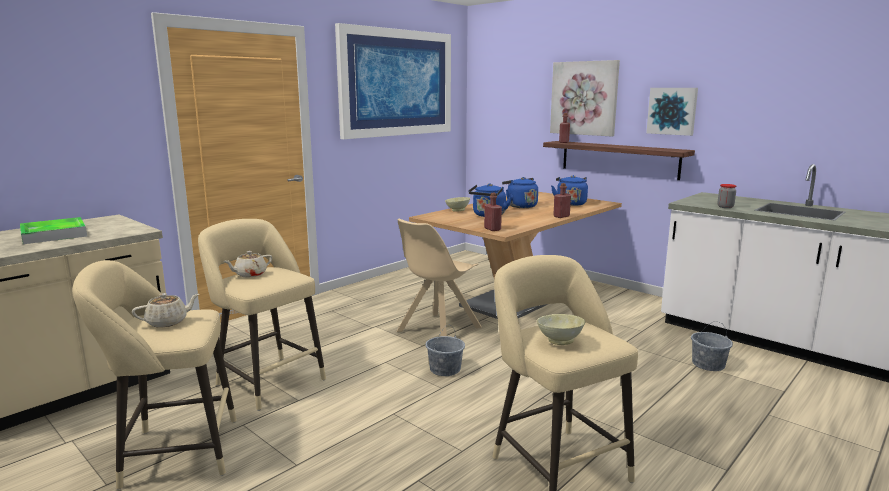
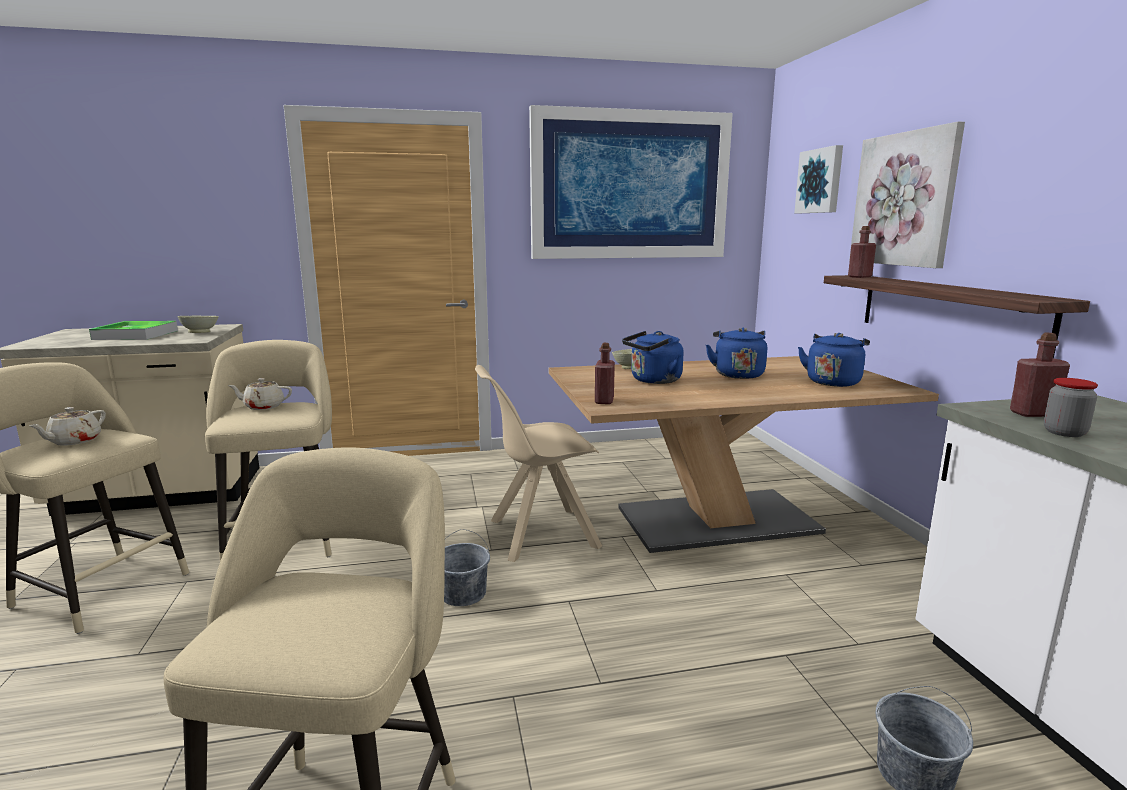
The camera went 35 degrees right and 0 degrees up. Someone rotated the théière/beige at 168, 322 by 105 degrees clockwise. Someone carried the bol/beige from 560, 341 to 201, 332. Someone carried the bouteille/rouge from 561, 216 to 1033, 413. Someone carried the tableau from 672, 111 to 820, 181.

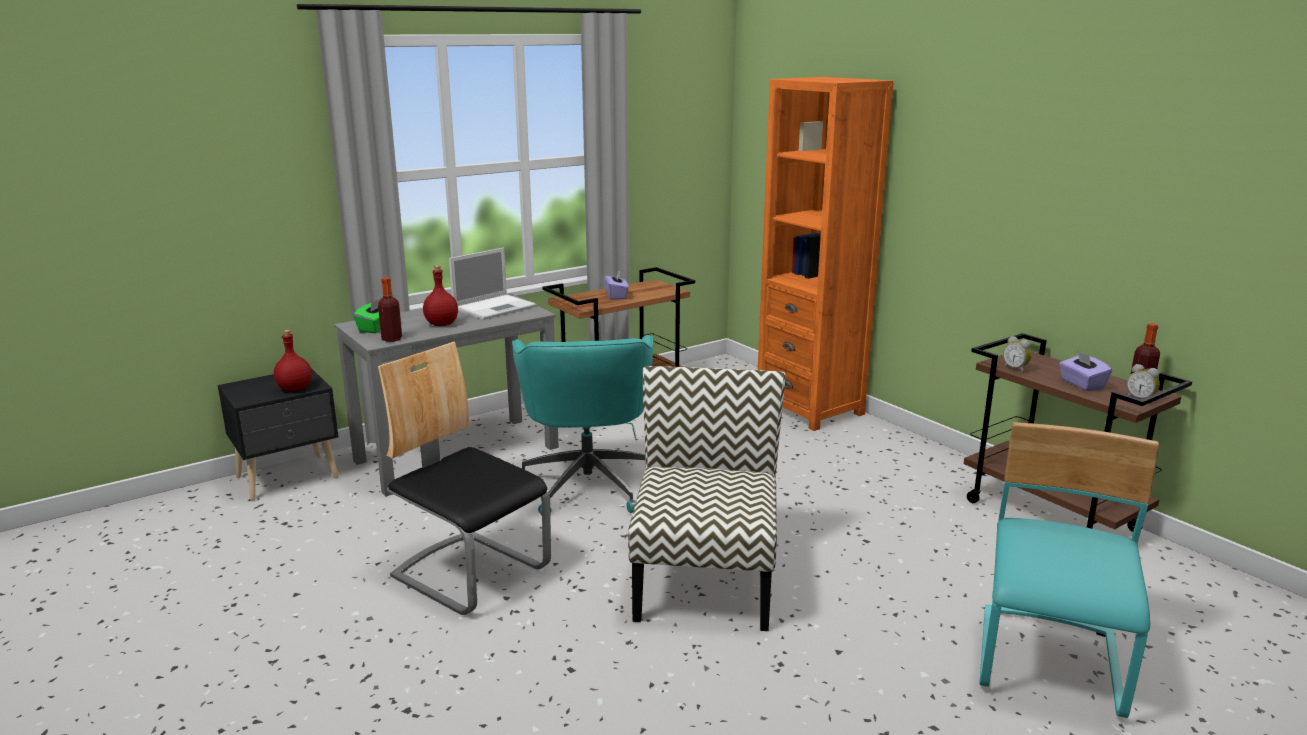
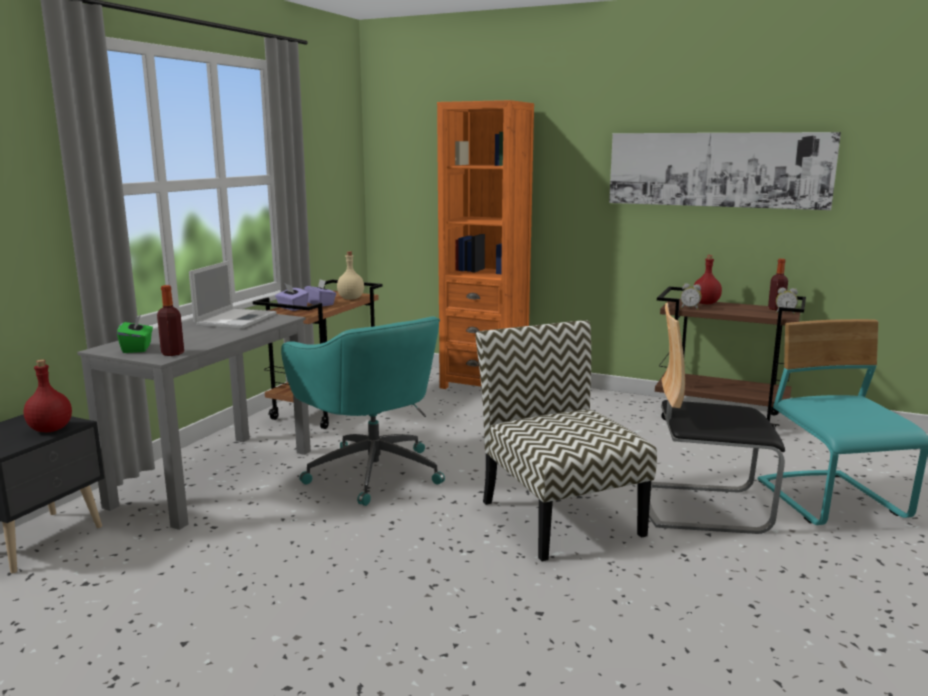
The camera went 30 degrees left and 5 degrees down. Someone carried the chaise from 471, 572 to 704, 507. Someone carried the bouteille/rouge from 442, 324 to 706, 303. Someone carried the boîte à mouchoirs/violet from 1081, 384 to 292, 308. Someone put down the bouteille/beige at 350, 298. Someone put up the tableau at 717, 169.

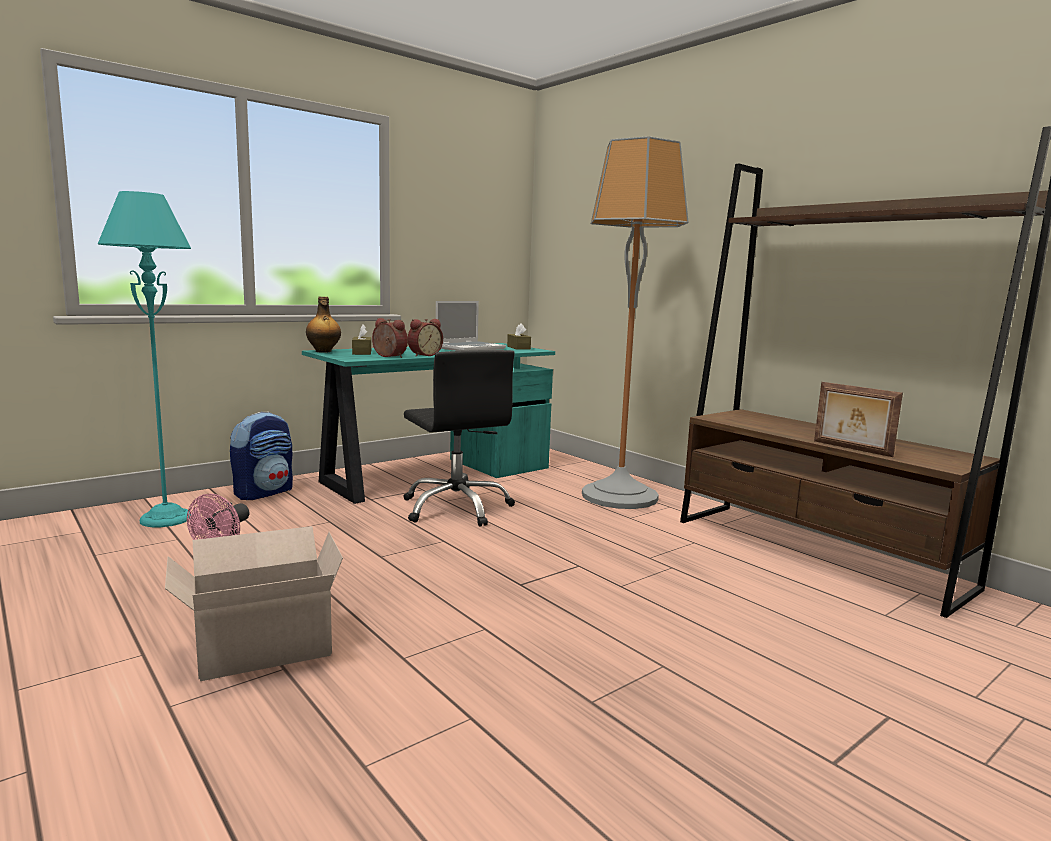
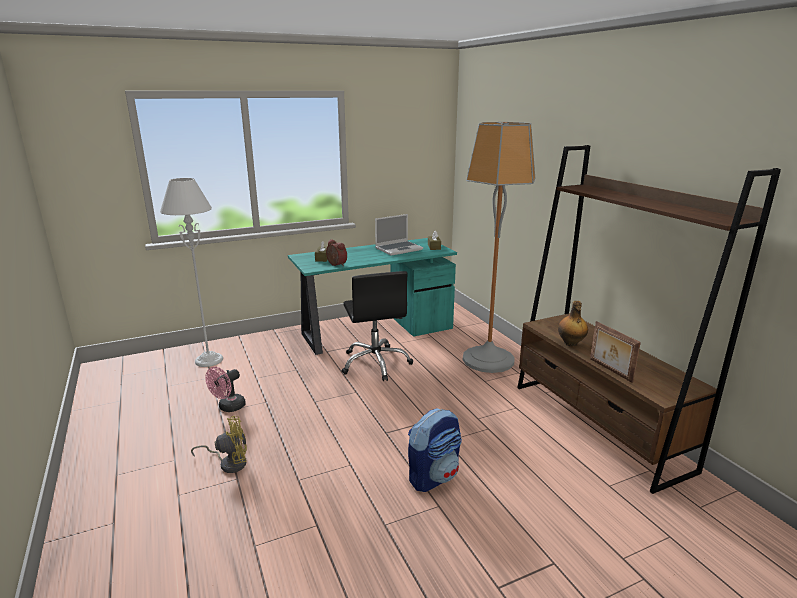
The camera went 15 degrees right and 10 degrees up. Someone repainted the lampadaire/turquoise at 166, 519, which became the lampadaire/gris at 209, 360. Someone swapped the carton at 259, 647 for the ventilateur/jaune at 229, 463. Someone carried the sac à dos from 264, 492 to 434, 476. Someone carried the bouteille from 323, 351 to 570, 343. Someone took away the réveil at 424, 355.

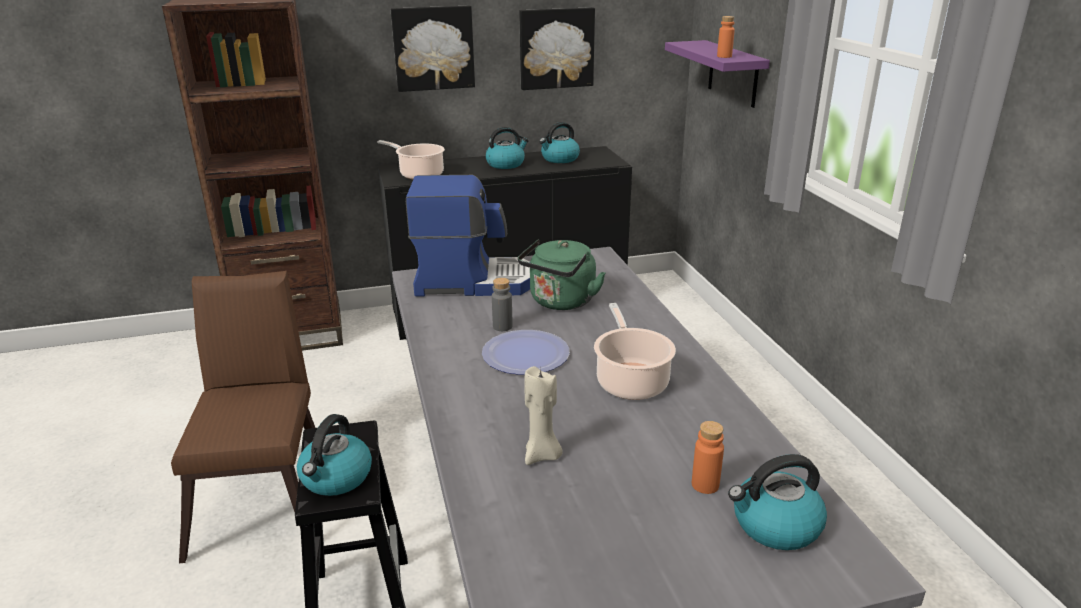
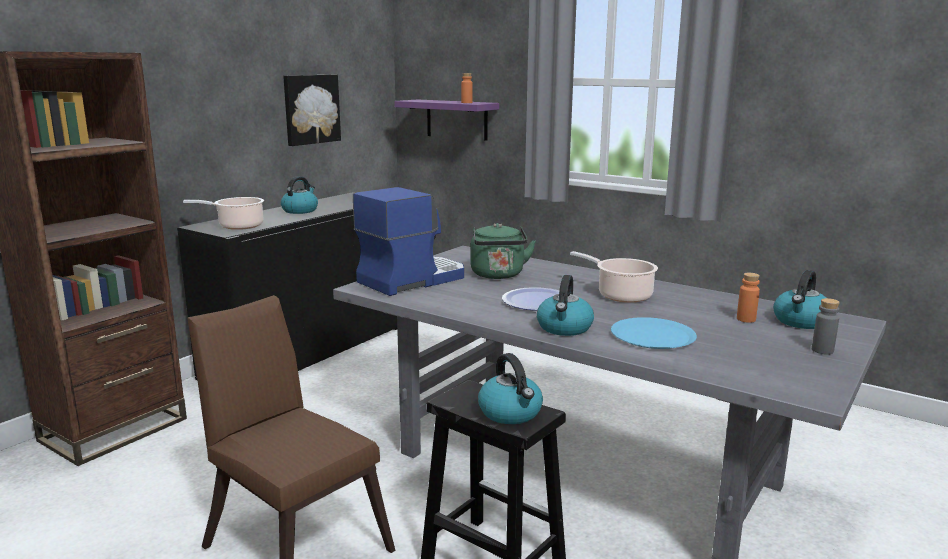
The camera went 40 degrees left and 10 degrees down. Someone took away the tableau at 433, 48. Someone carried the bouteille/gris from 502, 326 to 822, 350. Someone swapped the bougie/beige at 542, 455 for the assiette/bleu at 652, 335. Someone carried the bouilloire from 559, 159 to 564, 328.

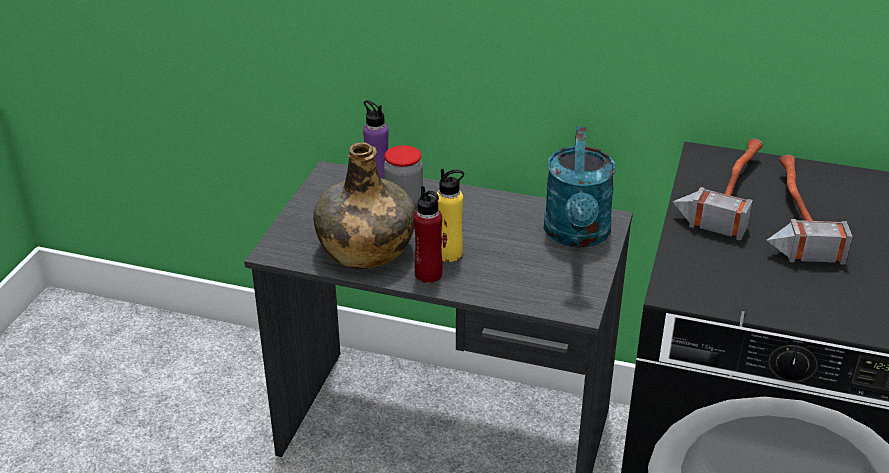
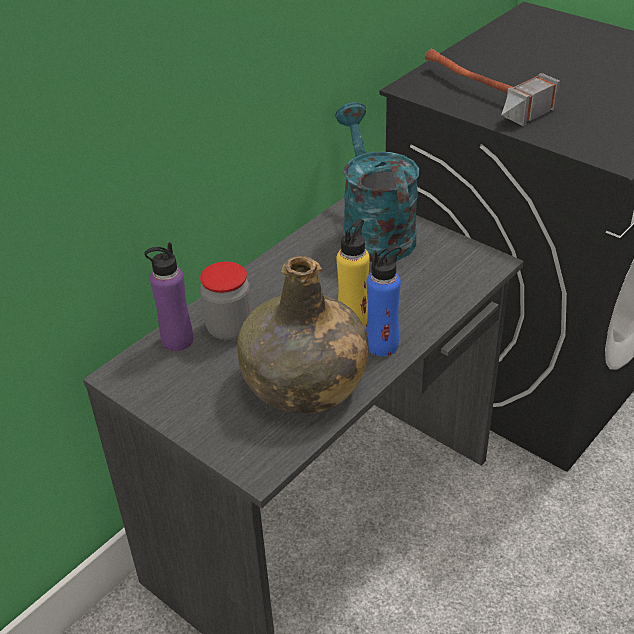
The camera went 65 degrees left and 5 degrees up. Someone repainted the bouteille/rouge at 428, 274, which became the bouteille/bleu at 382, 345. Someone rotated the arrosoir/turquoise at 577, 235 by 135 degrees counterclockwise. Someone took away the marteau at 789, 215.

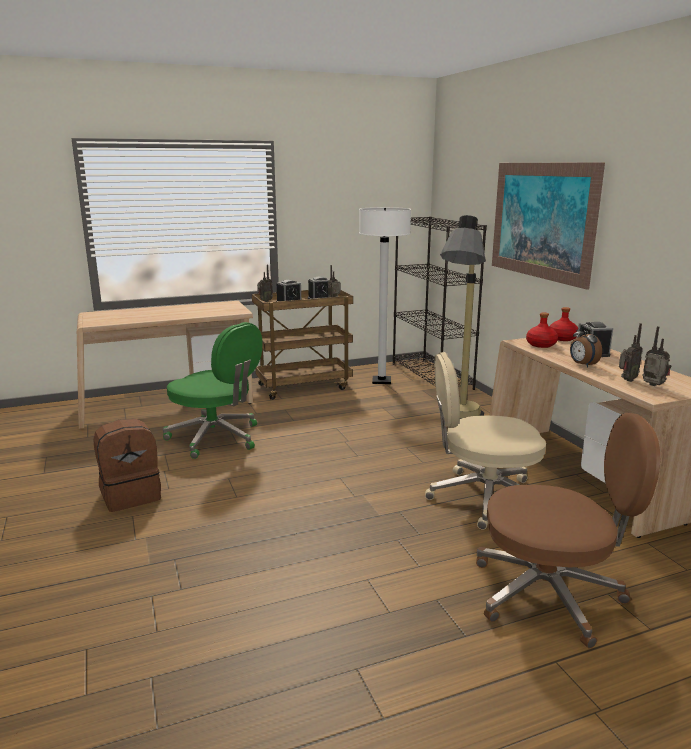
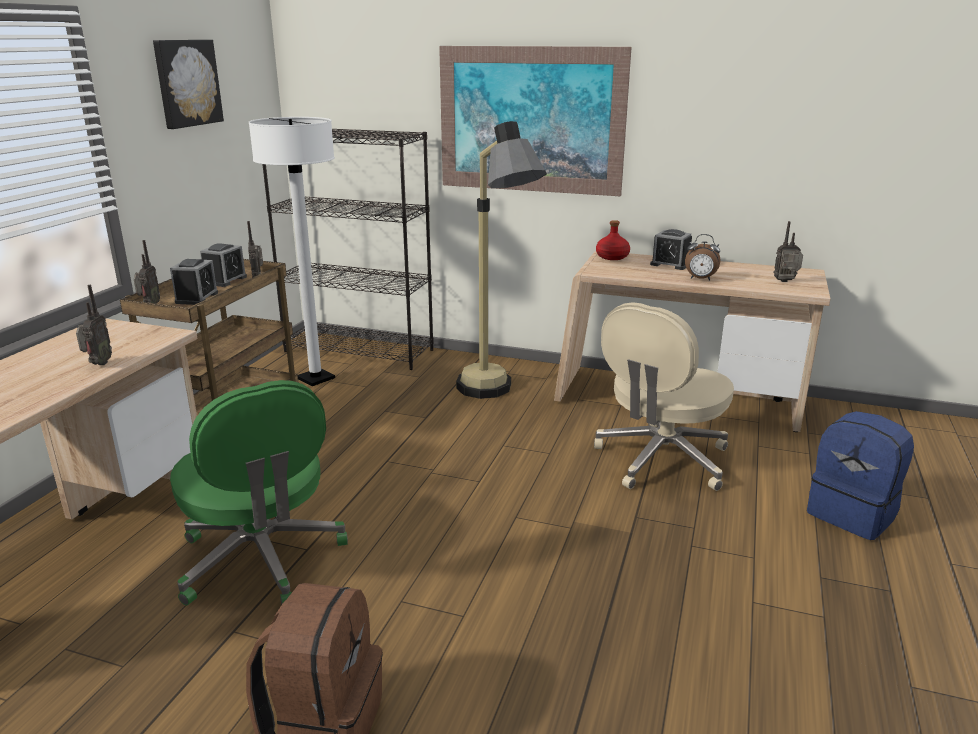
The camera went 50 degrees left and 5 degrees up. Someone rotated the chaise de bureau/vert at 216, 438 by 75 degrees clockwise. Someone swapped the chaise de bureau/marron at 550, 594 for the sac à dos/bleu at 853, 514. Someone took away the bouteille/rouge at 541, 345. Someone carried the radio from 626, 380 to 98, 364. Someone put up the tableau at 186, 83.

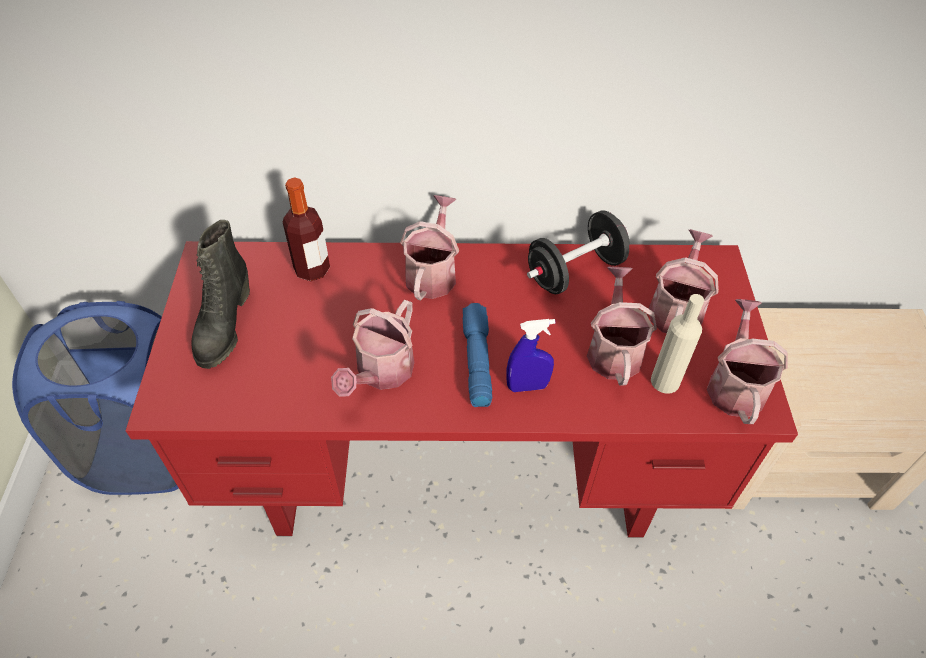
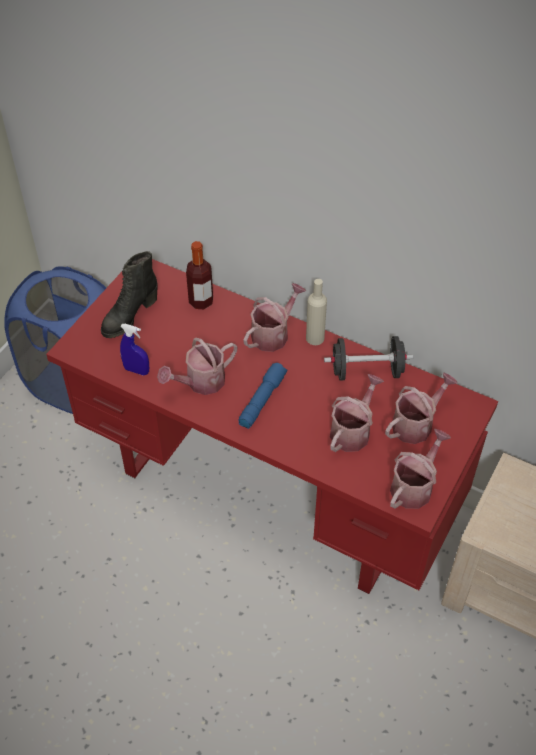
The camera went 30 degrees right and 0 degrees up. Someone carried the vaporisateur/bleu from 527, 386 to 137, 370. Someone carried the bouteille/beige from 665, 381 to 315, 338.

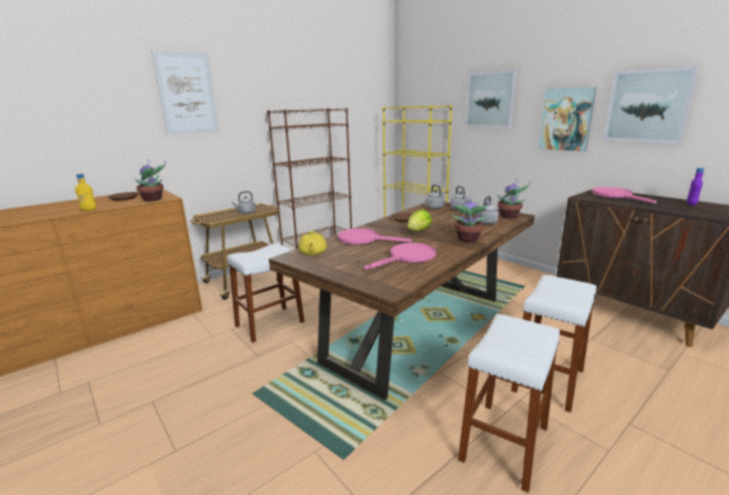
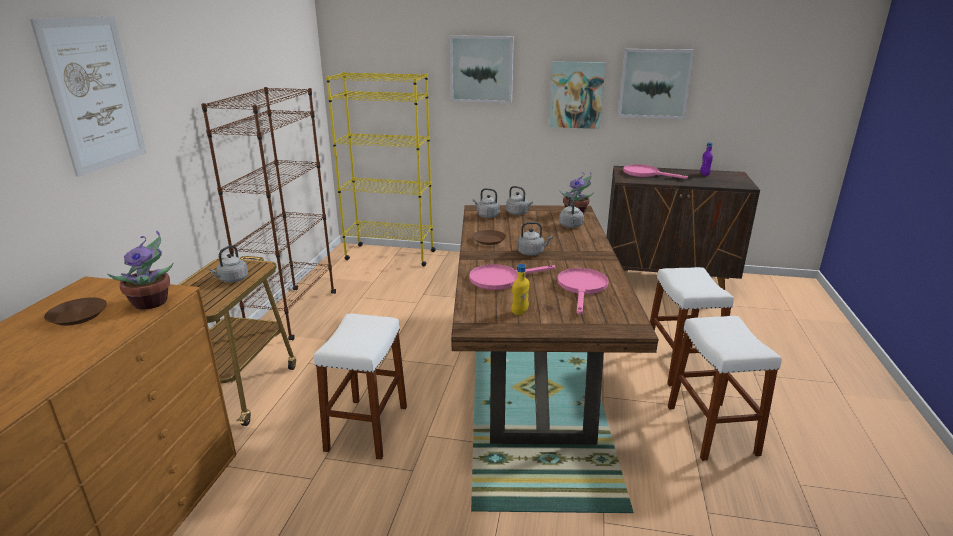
The camera went 40 degrees left and 5 degrees up. Someone carried the bouteille/jaune from 89, 210 to 519, 312. Someone took away the théière/jaune at 312, 252. Someone swapped the laitue at 419, 231 for the bouilloire/gris at 532, 252. Someone took away the plante en pot at 467, 240.

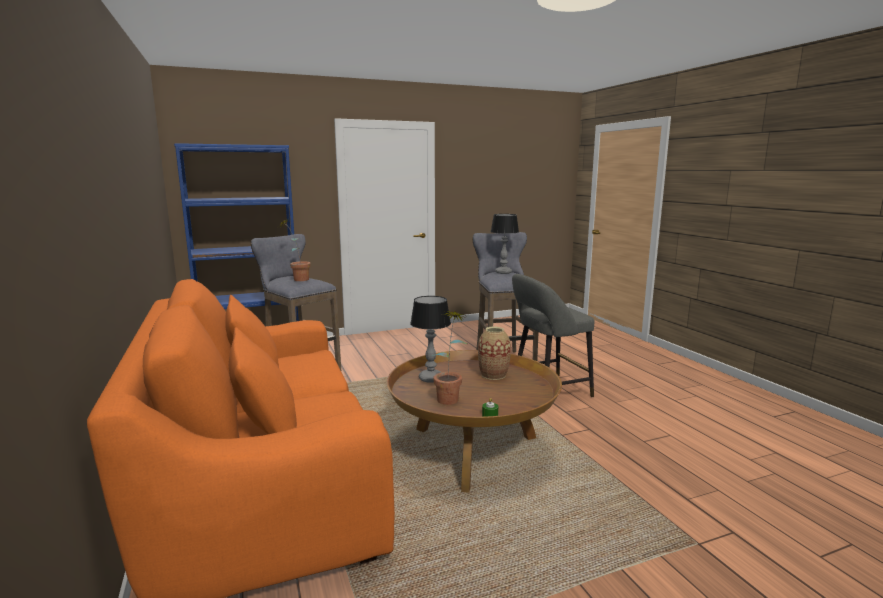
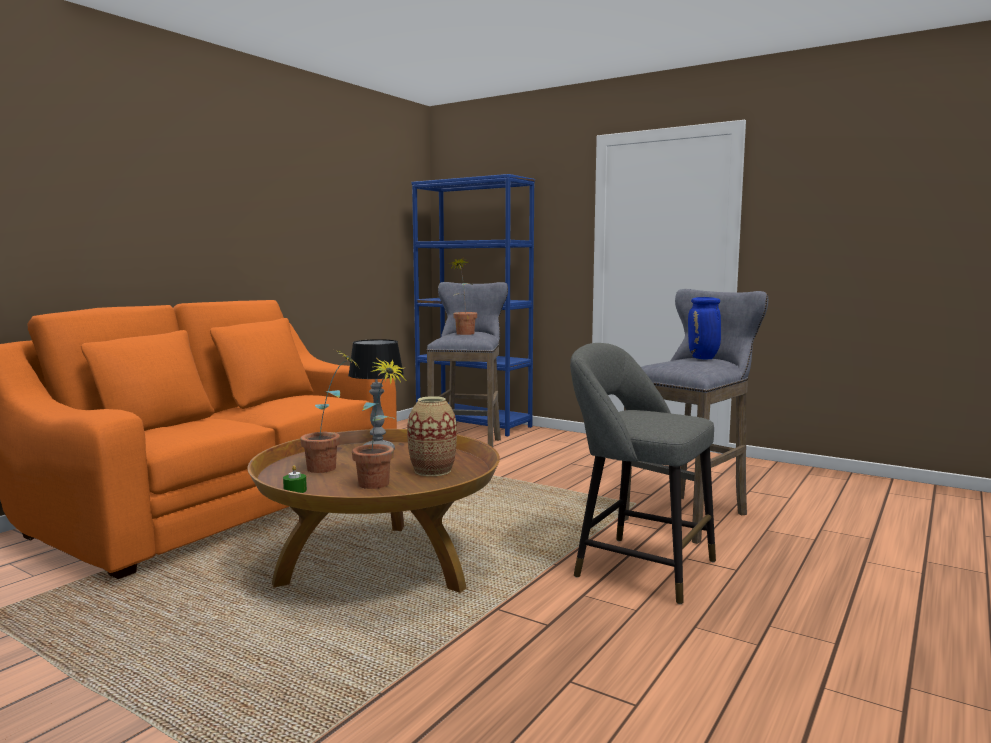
The camera went 55 degrees right and 5 degrees down. Someone swapped the lampe de table at 503, 272 for the vase/bleu at 704, 358. Someone put down the plante en pot at 379, 486.

